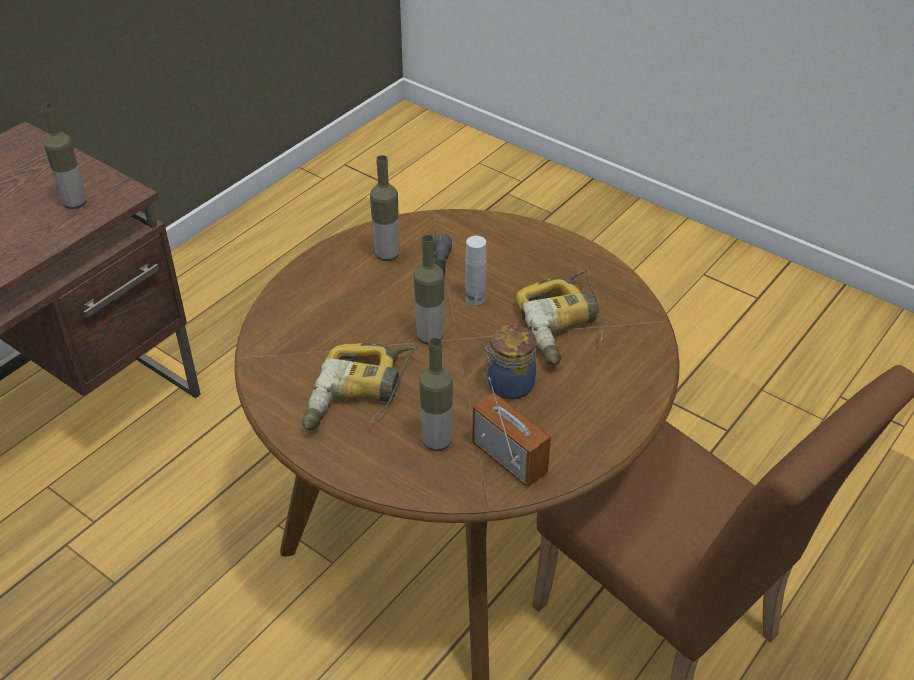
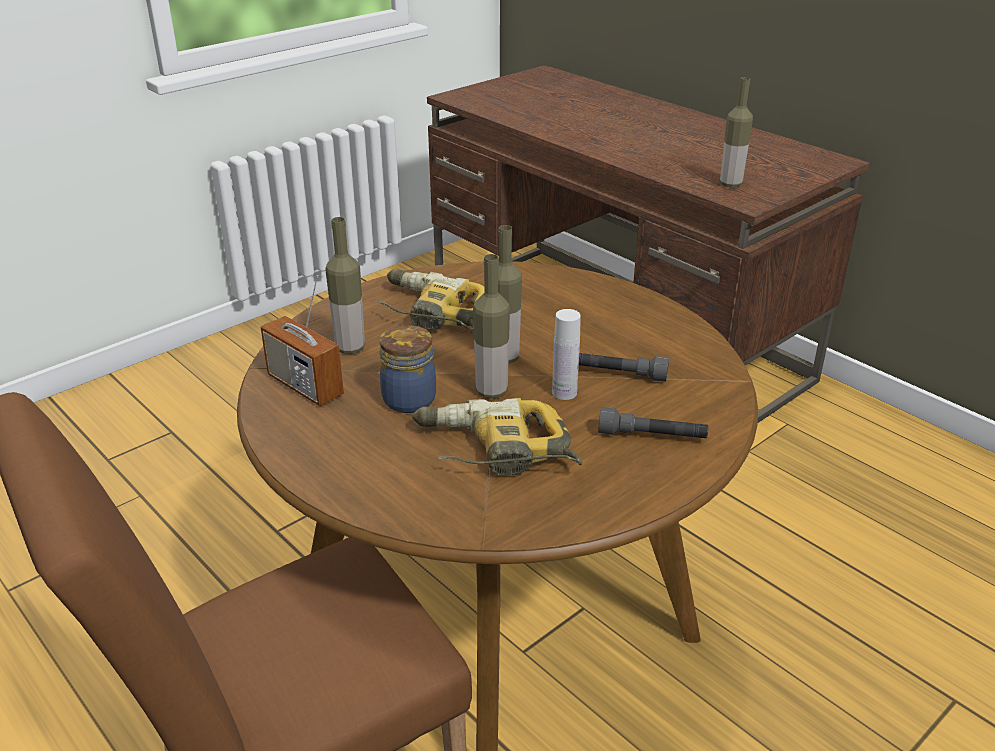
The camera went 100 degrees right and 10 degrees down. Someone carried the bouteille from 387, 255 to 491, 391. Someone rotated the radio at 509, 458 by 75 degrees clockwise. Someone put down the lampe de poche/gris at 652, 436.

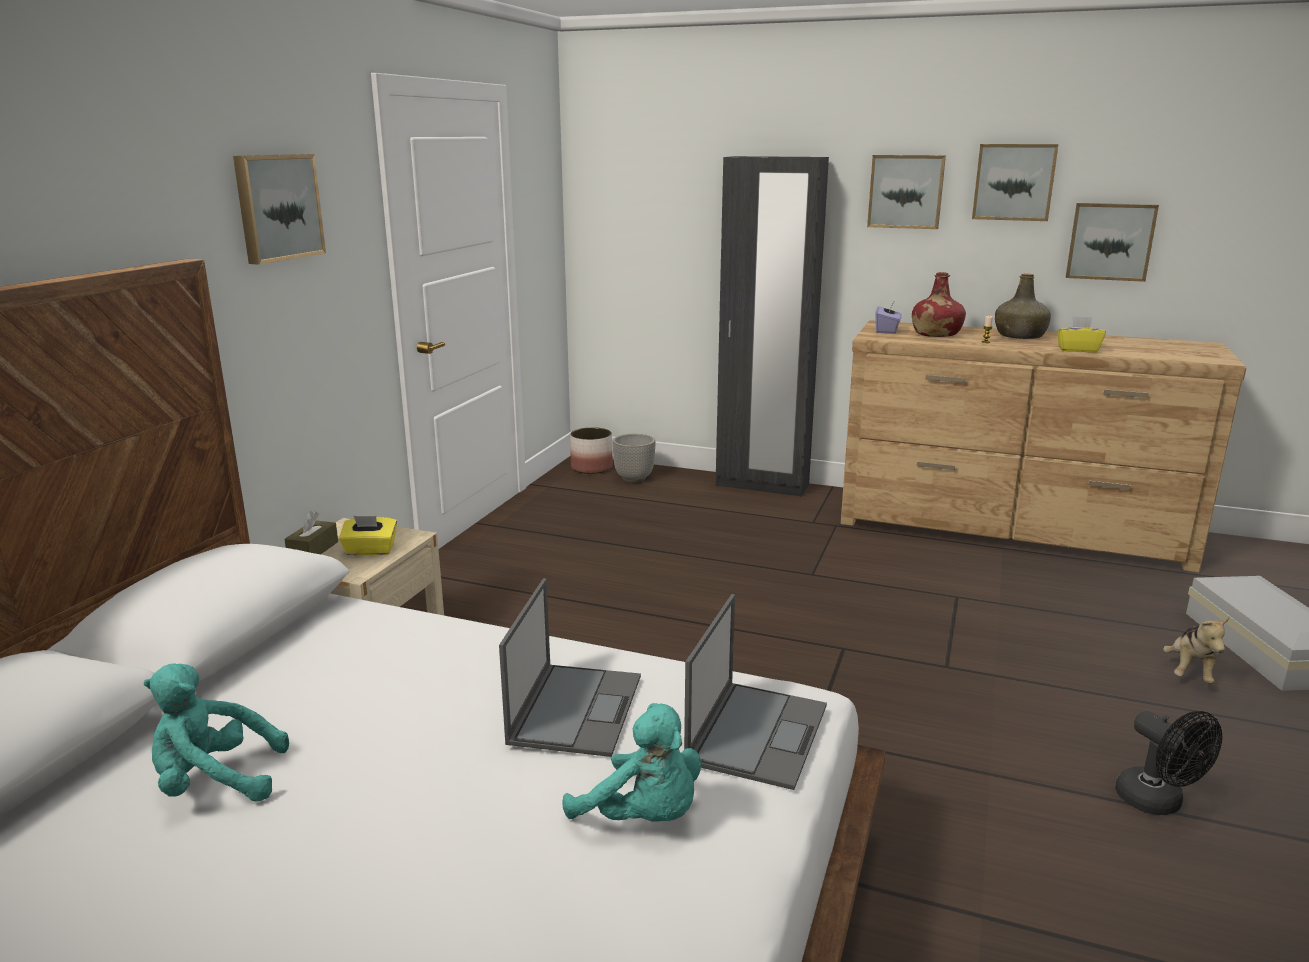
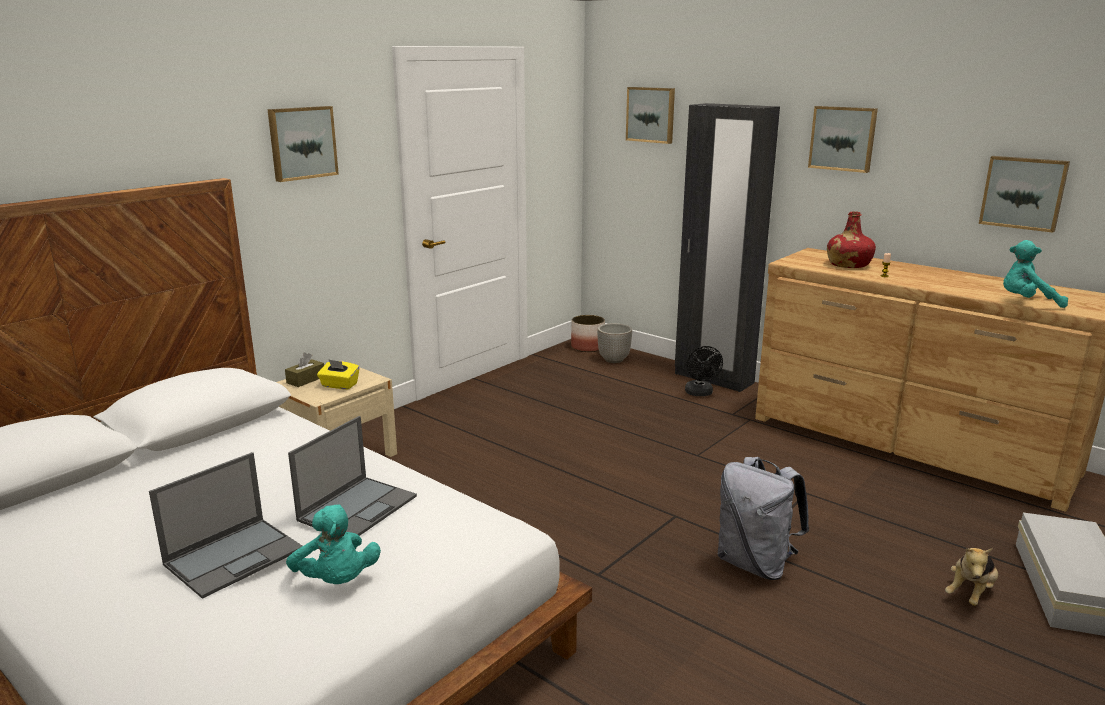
The camera went 20 degrees right and 0 degrees up. Someone carried the peluche/turquoise from 215, 782 to 1027, 302. Someone carried the ordinateur portable from 757, 732 to 235, 556. Someone took away the boîte à mouchoirs/violet at 887, 331. Someone carried the tableau from 1014, 182 to 651, 114. Someone took away the bouteille/vert at 1020, 336. Someone took away the boîte à mouchoirs/jaune at 1077, 349. Someone carried the ventilateur/noir from 1158, 803 to 700, 393. Someone put down the sac à dos/gris at 755, 564.

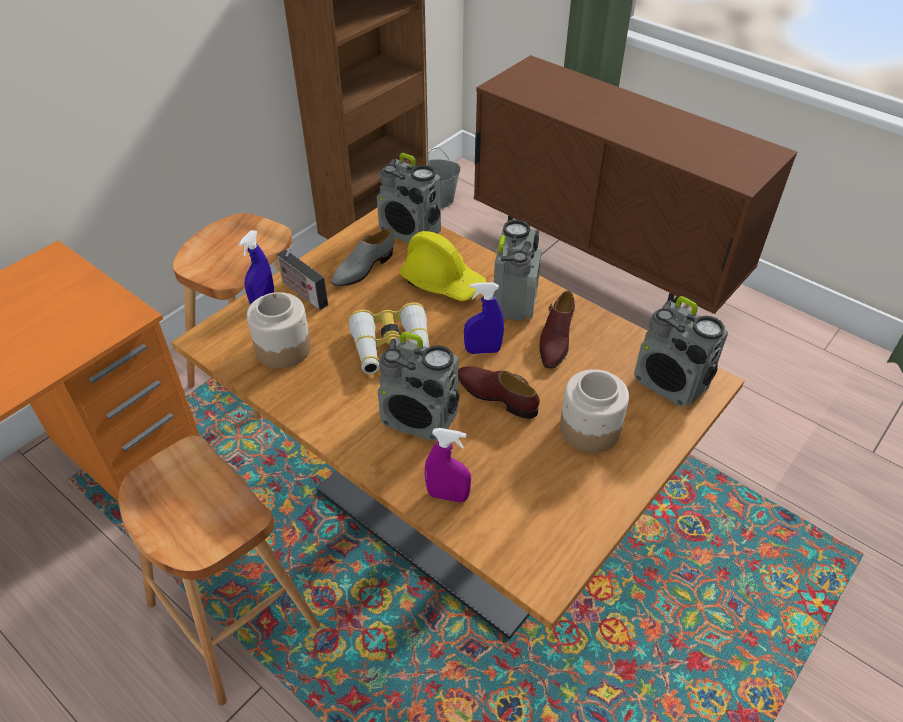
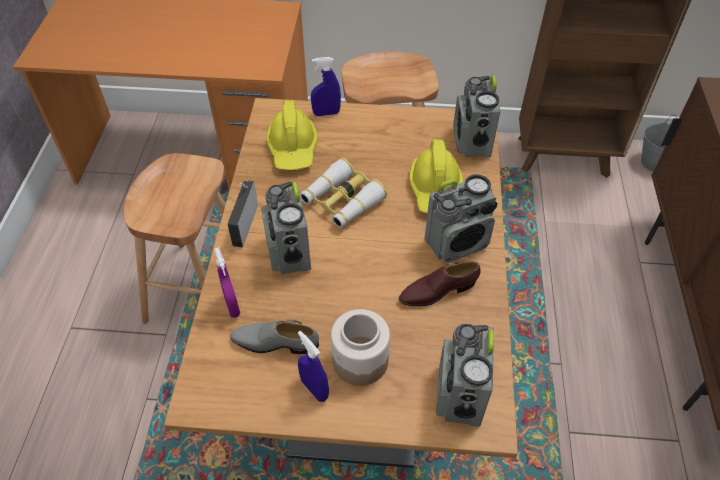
The camera went 55 degrees right and 5 degrees up. Someone swapped the bocal at 283, 348 for the casque de chantier/jaune at 293, 148. Someone carried the radio from 302, 292 to 245, 222. Someone carried the chaussure/gris from 363, 269 to 275, 342. Someone took away the chaussure/marron at 496, 396. Someone carried the vaporisateur/bleu from 483, 350 to 314, 389.

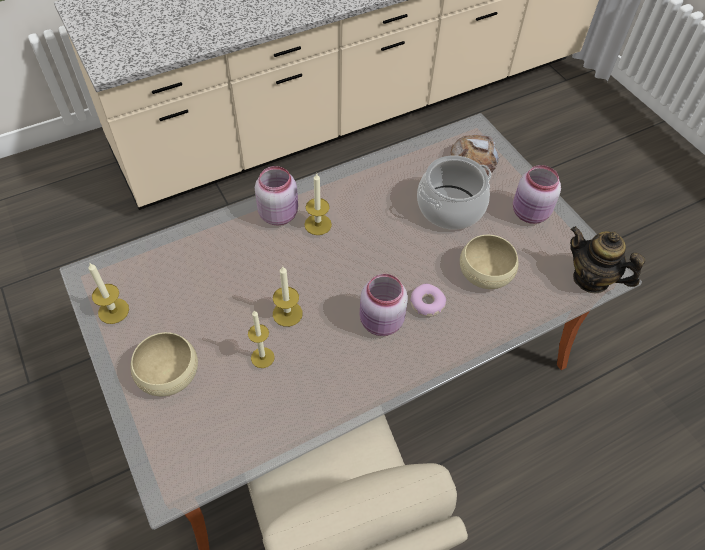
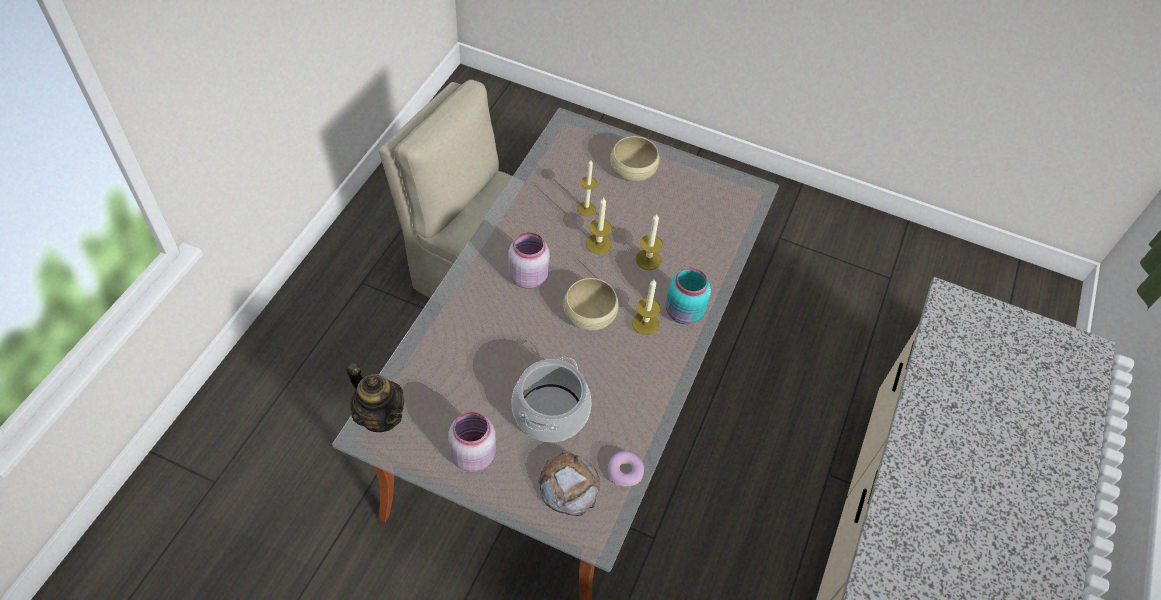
The camera went 140 degrees right and 0 degrees up. Someone carried the bougie from 113, 311 to 648, 259. Someone repainted the bocal/rose at 279, 213, which became the bocal/turquoise at 684, 313. Someone carried the beignet from 426, 304 to 625, 471. Someone carried the bol/beige from 485, 272 to 590, 314. Someone rotated the théière at 591, 279 by 45 degrees clockwise.

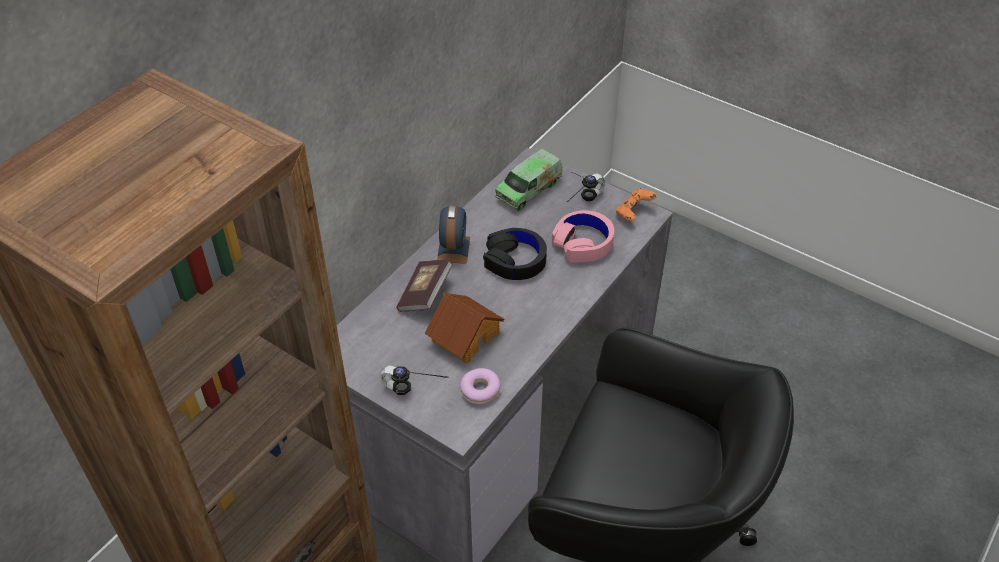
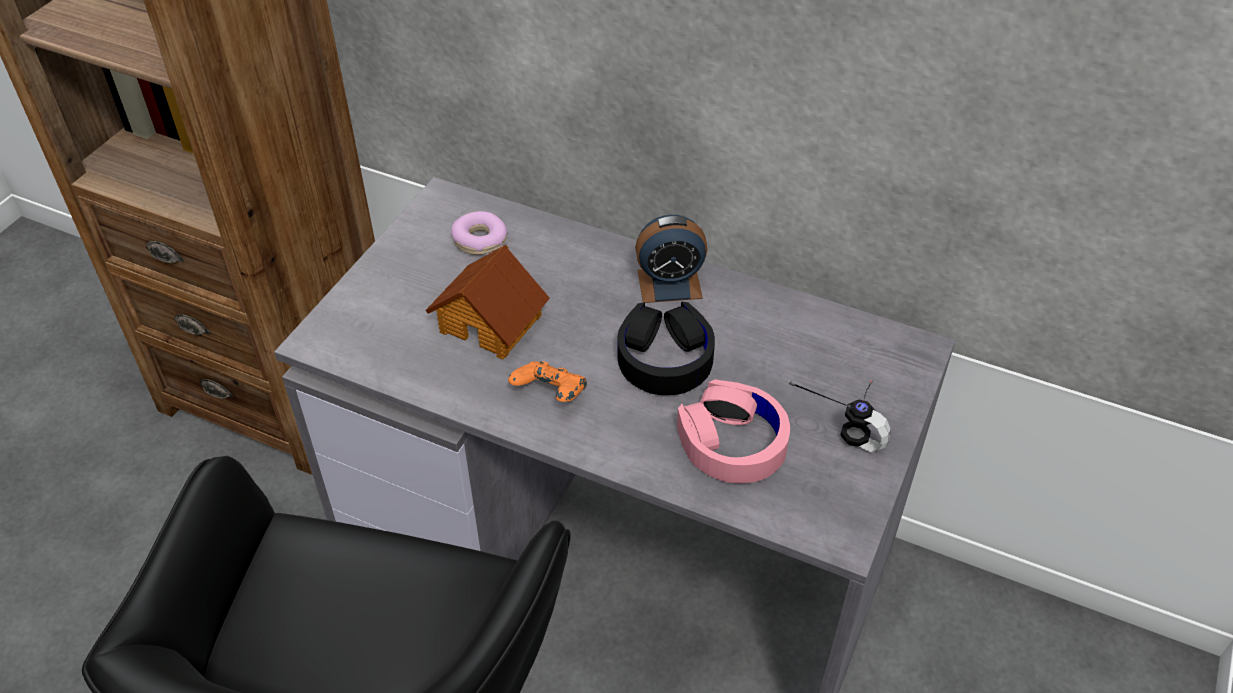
The camera went 80 degrees right and 0 degrees up. Someone took away the casque audio at 410, 398. Someone took away the livre at 425, 294. Someone carried the beignet from 480, 390 to 480, 240. Someone took away the camion jouet at 529, 189. Someone carried the manette/orange from 634, 213 to 550, 395.

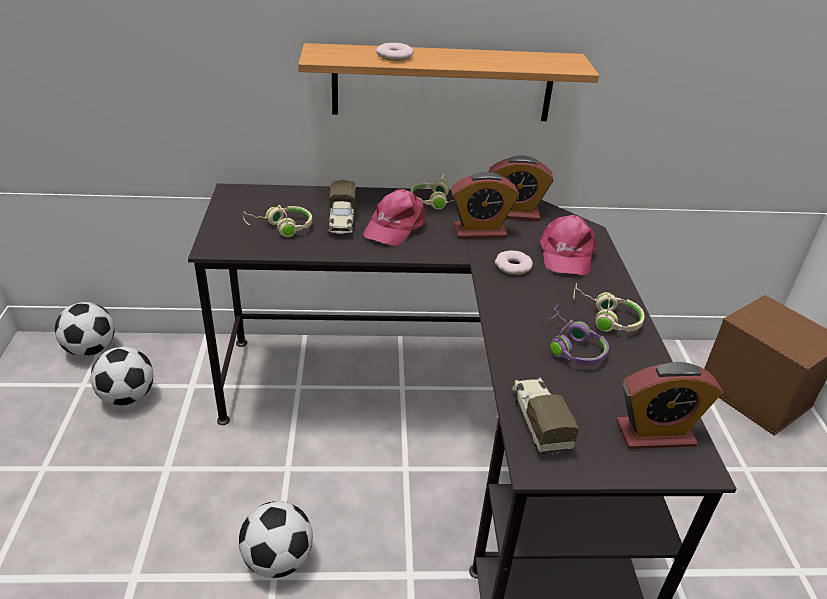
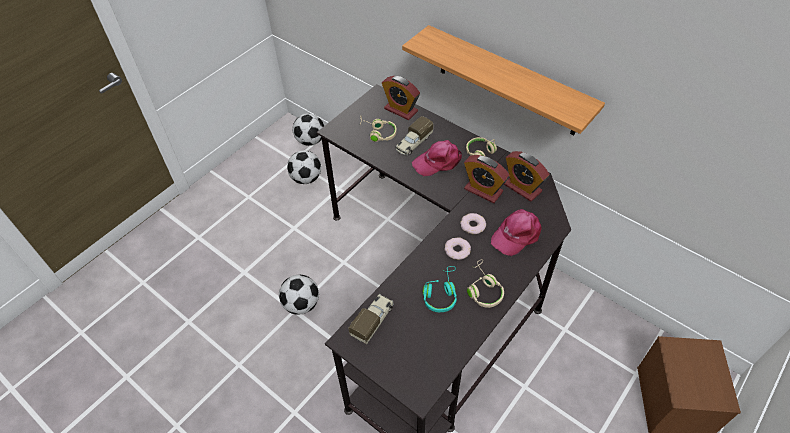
The camera went 45 degrees right and 15 degrees up. Someone carried the beignet from 394, 56 to 457, 250. Someone repainted the casque audio/violet at 571, 347, which became the casque audio/turquoise at 440, 294. Someone carried the réveil from 655, 434 to 401, 110.

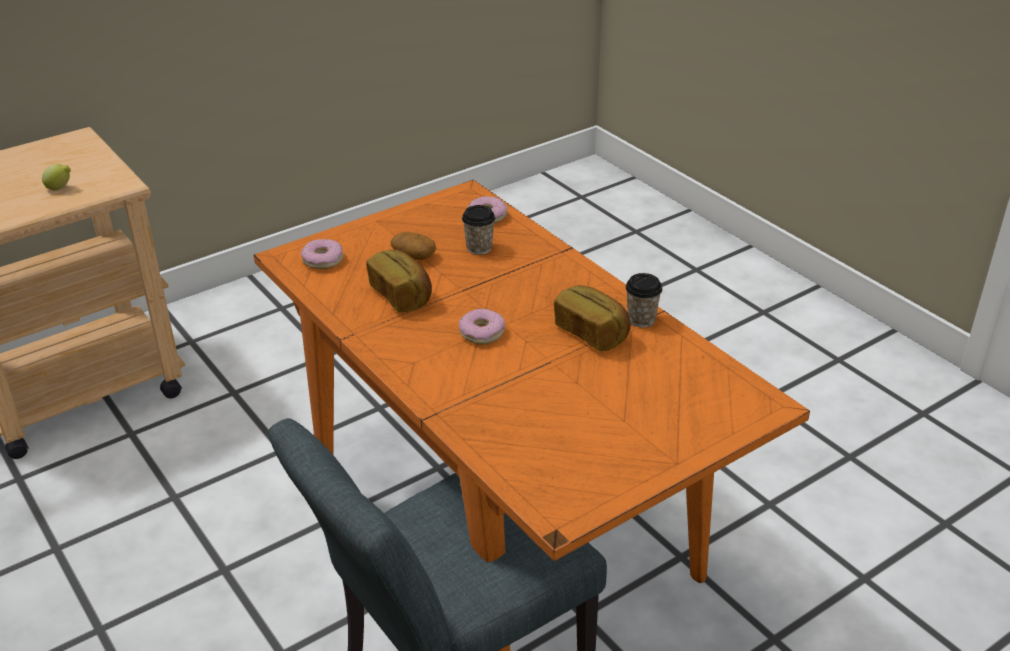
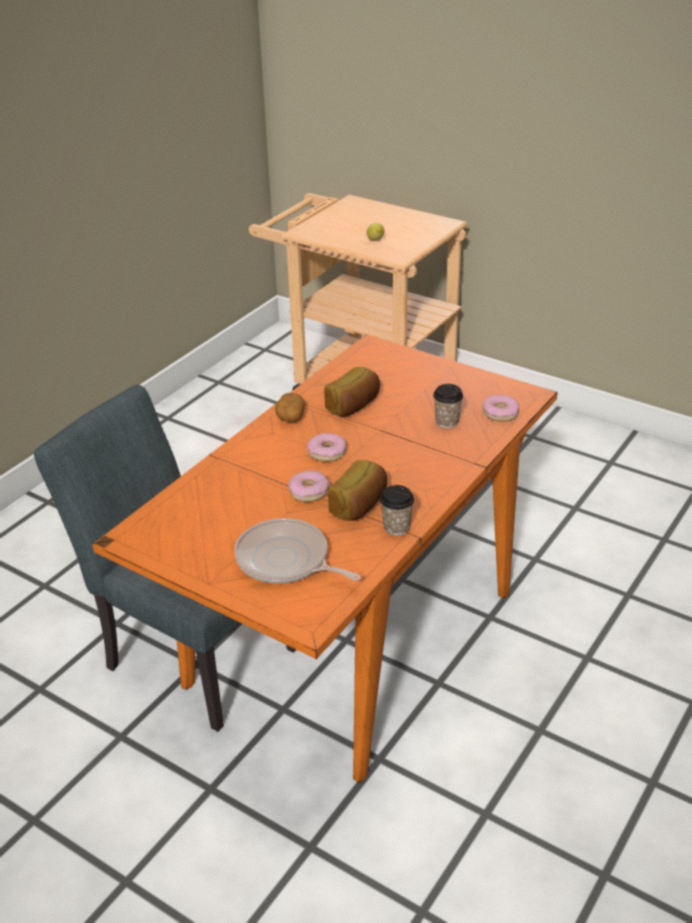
The camera went 70 degrees right and 0 degrees up. Someone carried the beignet from 323, 260 to 309, 492. Someone carried the pomme de terre from 413, 256 to 290, 416. Someone put down the poêle at 286, 560.

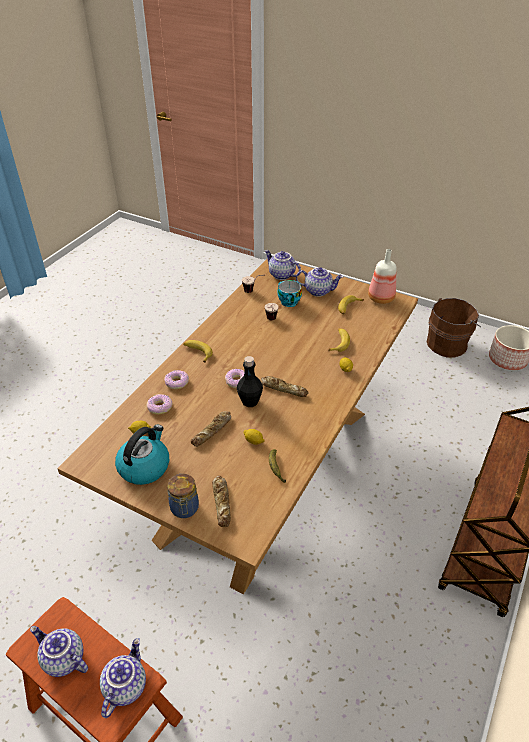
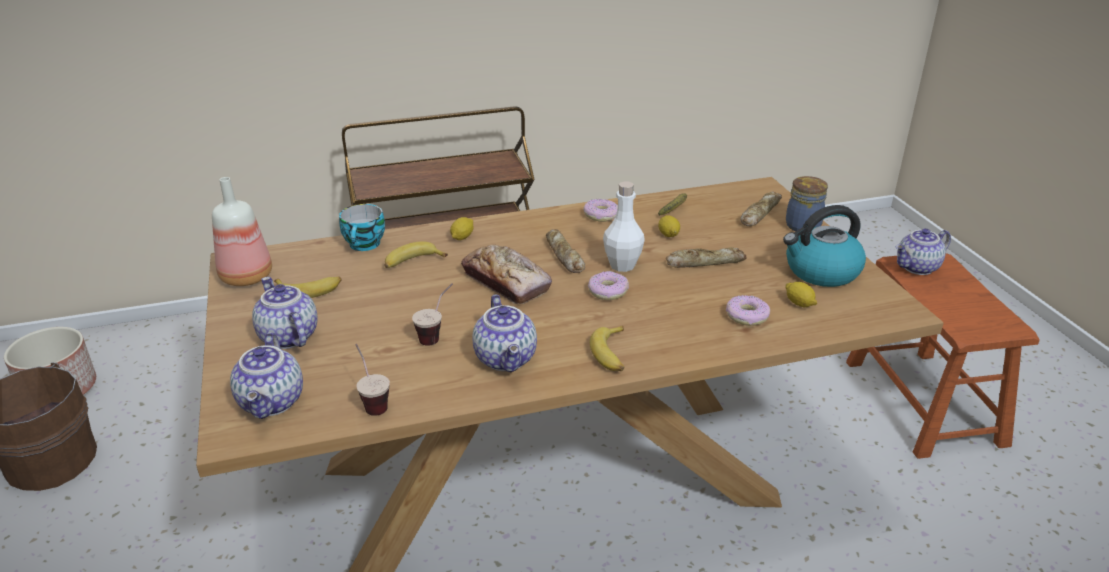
The camera went 135 degrees left and 10 degrees down. Someone carried the théière from 63, 660 to 507, 359. Someone carried the beignet from 177, 382 to 601, 215. Someone repainted the bouteille/noir at 250, 401, which became the bouteille/blanc at 622, 265. Someone carried the tasse from 287, 301 to 365, 245. Someone put down the pain at 506, 282.

